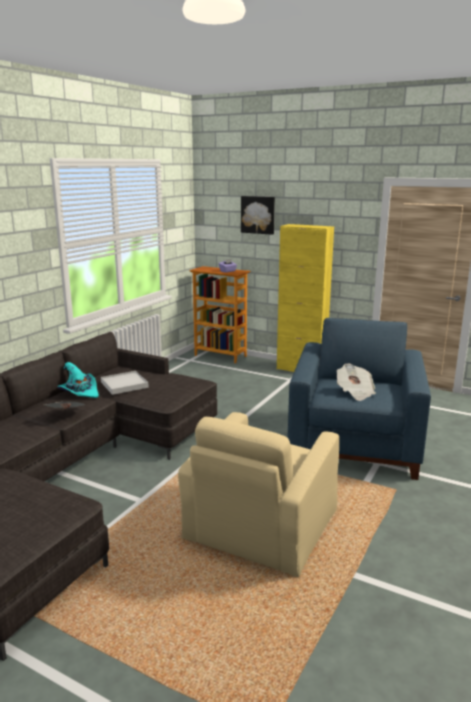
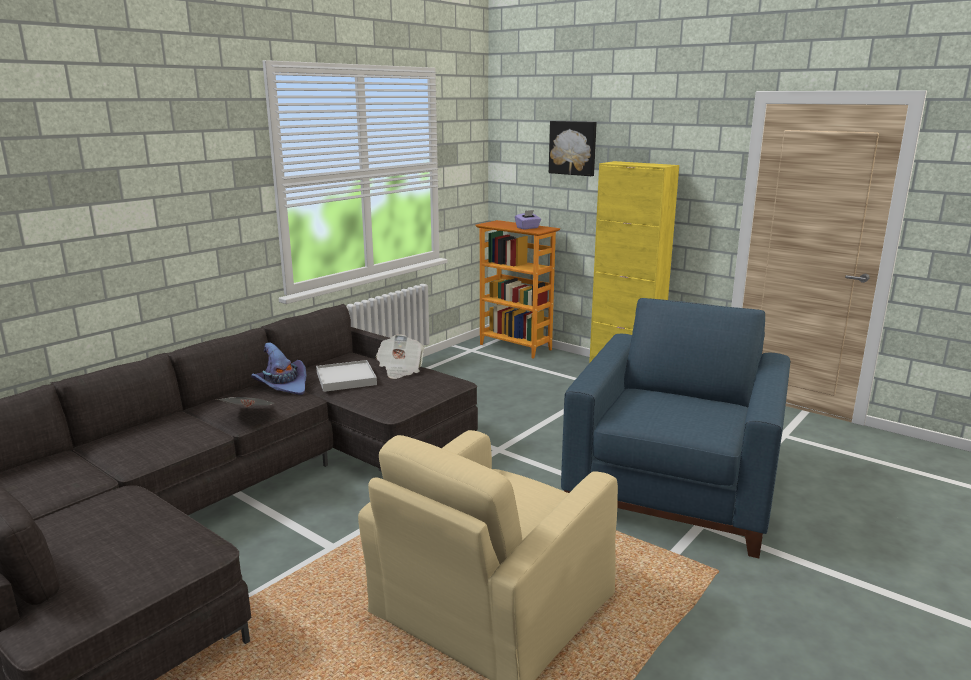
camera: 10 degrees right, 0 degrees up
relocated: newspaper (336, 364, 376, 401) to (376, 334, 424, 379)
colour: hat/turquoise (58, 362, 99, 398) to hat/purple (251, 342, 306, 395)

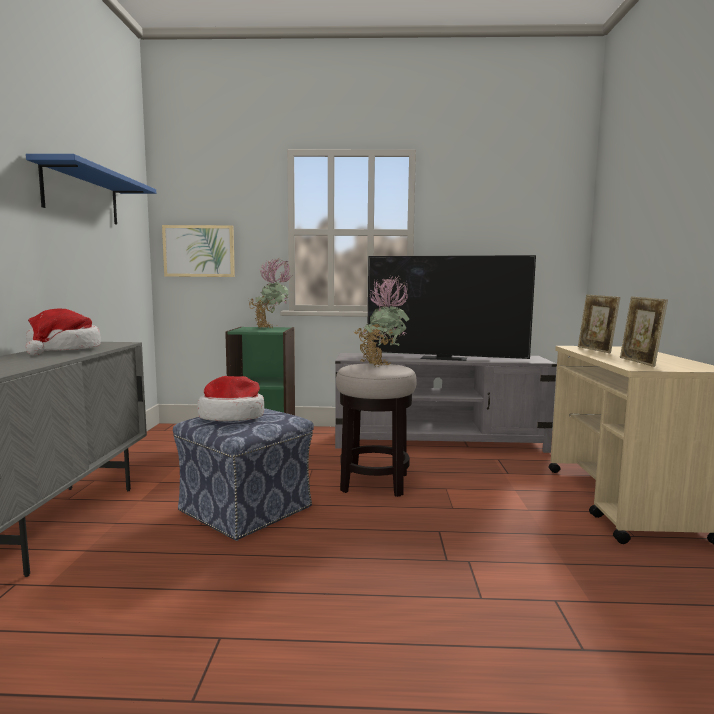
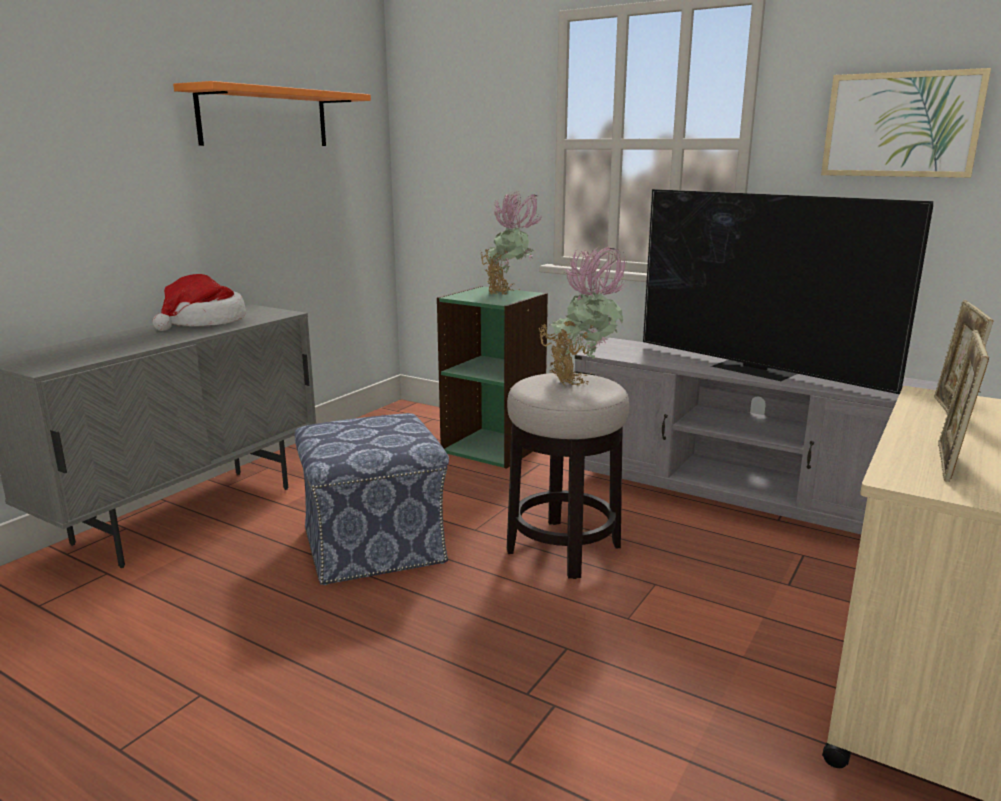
camera: 30 degrees right, 10 degrees up
missing: hat (197, 376, 264, 421)
relocated: picture (162, 225, 235, 277) to (821, 68, 991, 178)
colour: shelf/blue (26, 154, 156, 224) to shelf/orange (173, 81, 371, 146)

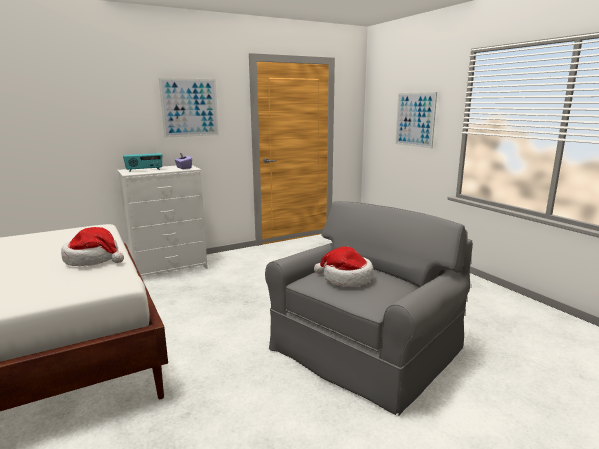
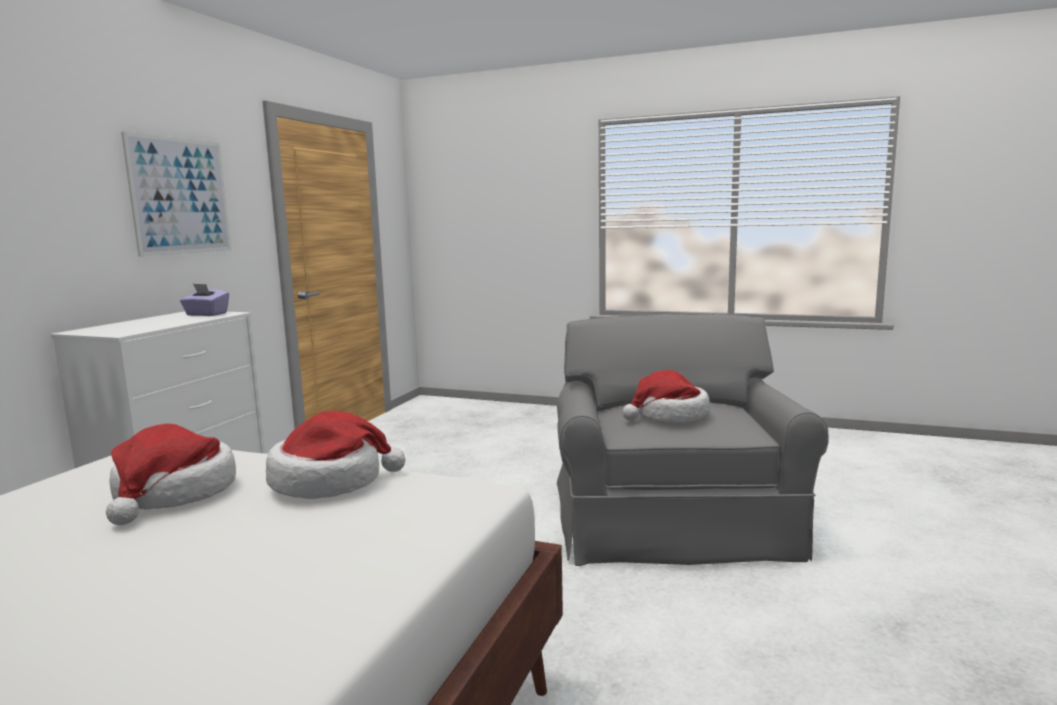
camera: 40 degrees left, 5 degrees down
missing: radio (123, 153, 162, 172); picture (395, 92, 437, 148)
appeared: hat (106, 424, 236, 525)

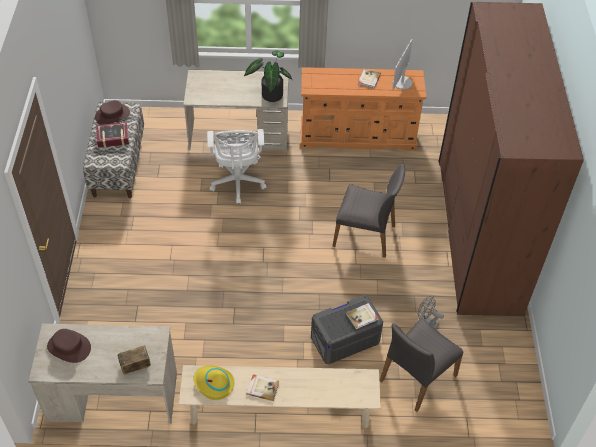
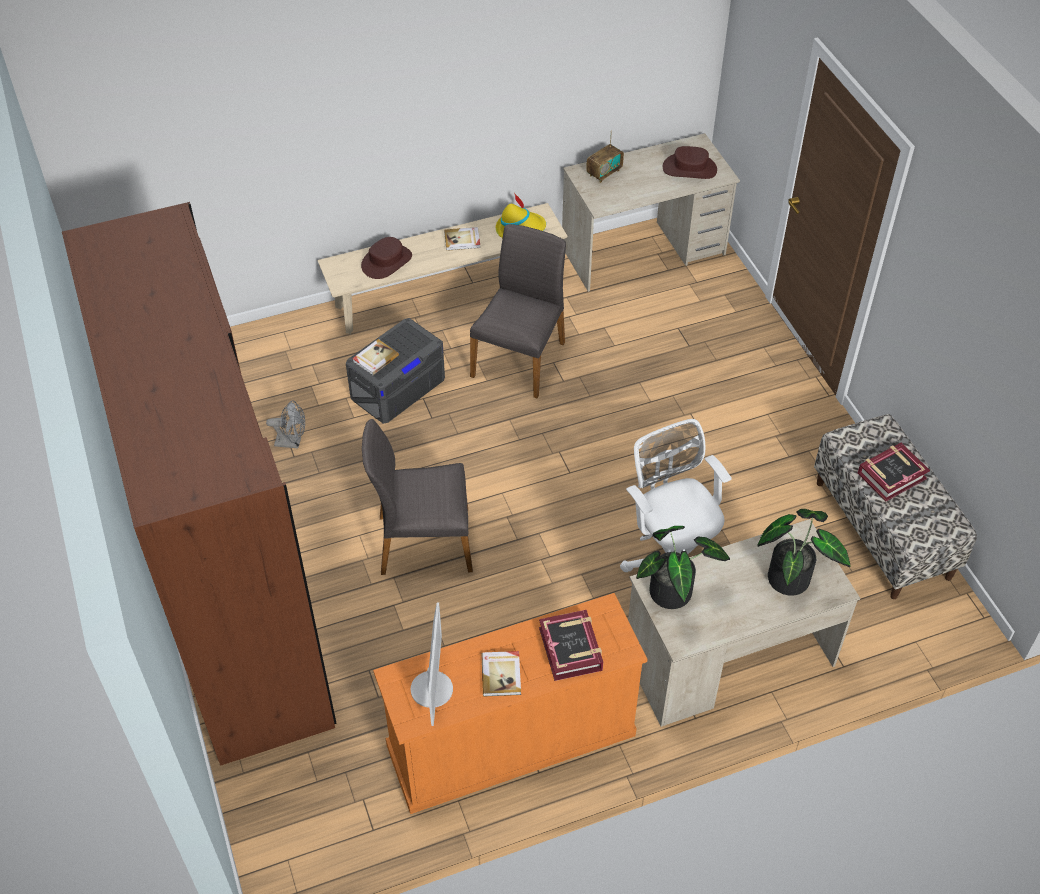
camera: 160 degrees right, 0 degrees up
appeared: book (539, 610, 603, 681); potted plant (758, 509, 851, 596)
relocated: hat/brown (95, 100, 130, 125) to (361, 237, 412, 279); chair/grey (380, 318, 463, 412) to (470, 224, 566, 398)

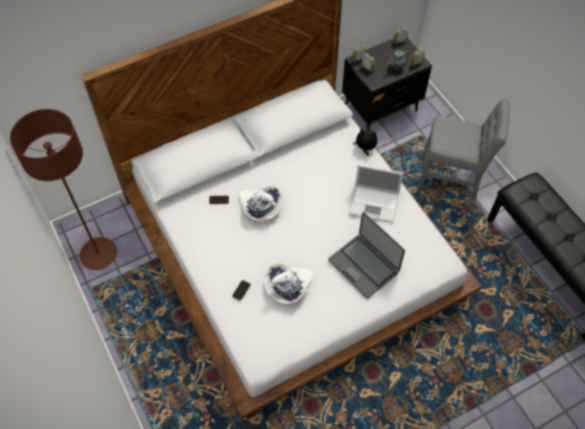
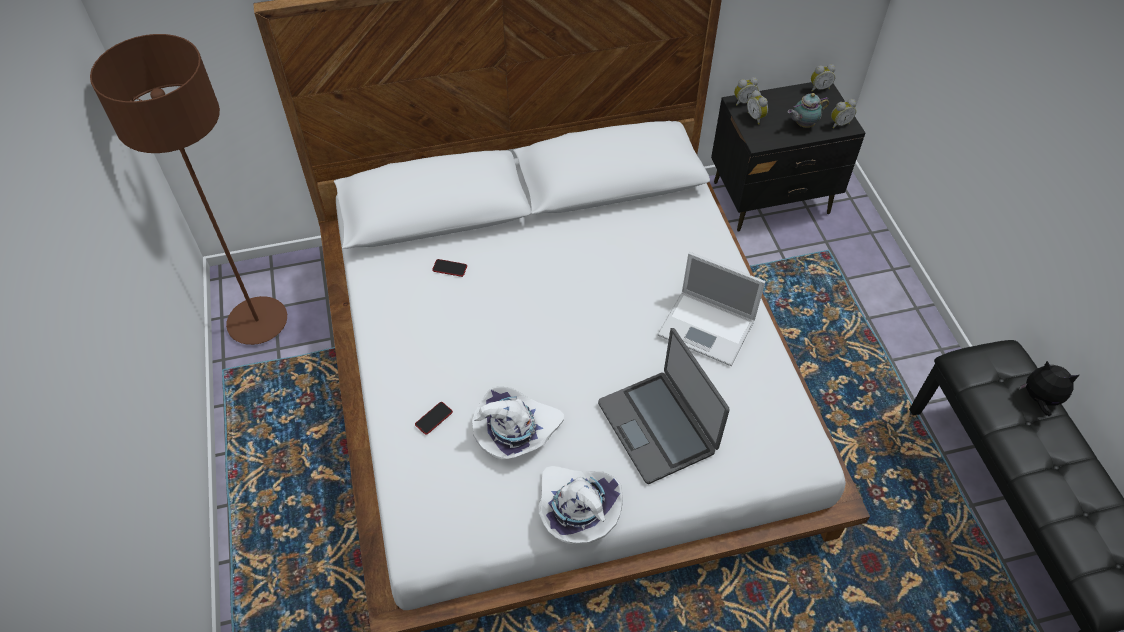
camera: 15 degrees right, 5 degrees down
missing: chair/grey (417, 98, 510, 201)
relocated: hat/white (239, 186, 282, 222) to (539, 466, 623, 545); plush toy (353, 128, 377, 156) to (1019, 361, 1079, 416)

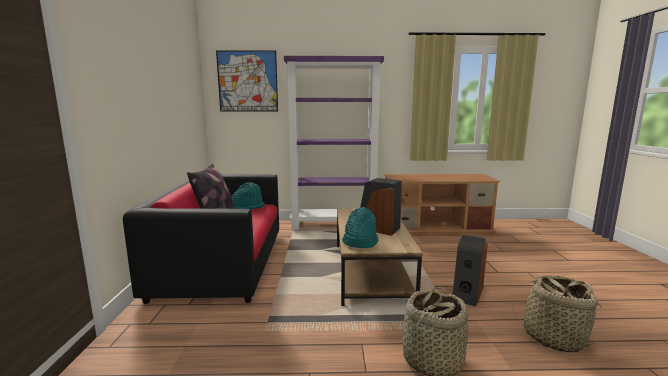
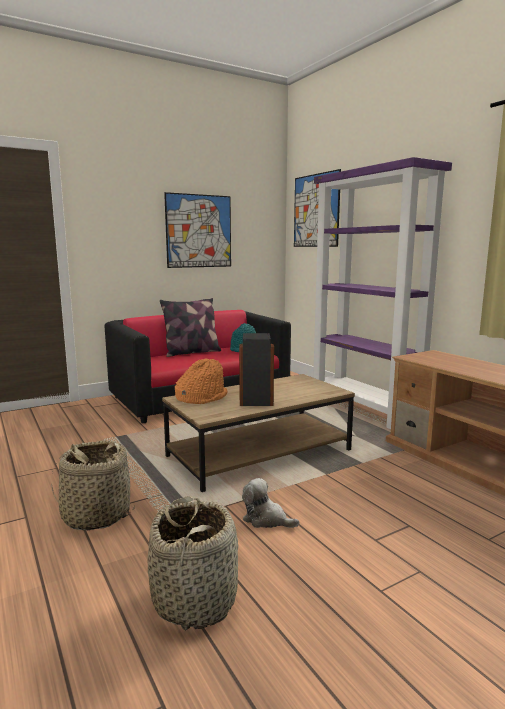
camera: 60 degrees right, 0 degrees up
appeared: picture (164, 192, 231, 268)
exchanged: speaker (452, 235, 488, 307) to plush toy (242, 478, 299, 528)
colour: hat/turquoise (342, 207, 378, 248) to hat/orange (175, 359, 228, 404)

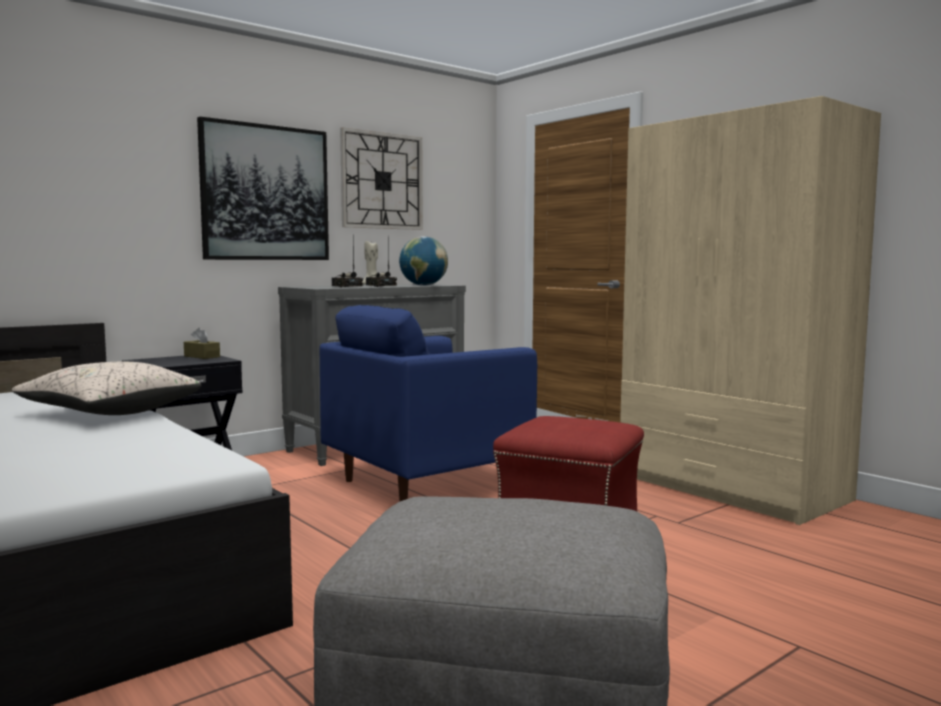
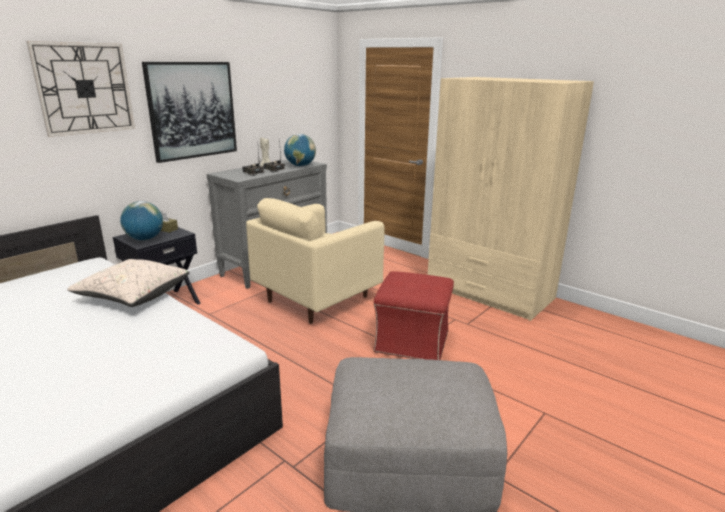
camera: 10 degrees left, 15 degrees up
appeared: globe (120, 201, 163, 240)
relocated: wall clock (340, 127, 423, 230) to (26, 41, 135, 137)
colour: armchair/blue (320, 305, 537, 501) to armchair/beige (246, 198, 385, 324)

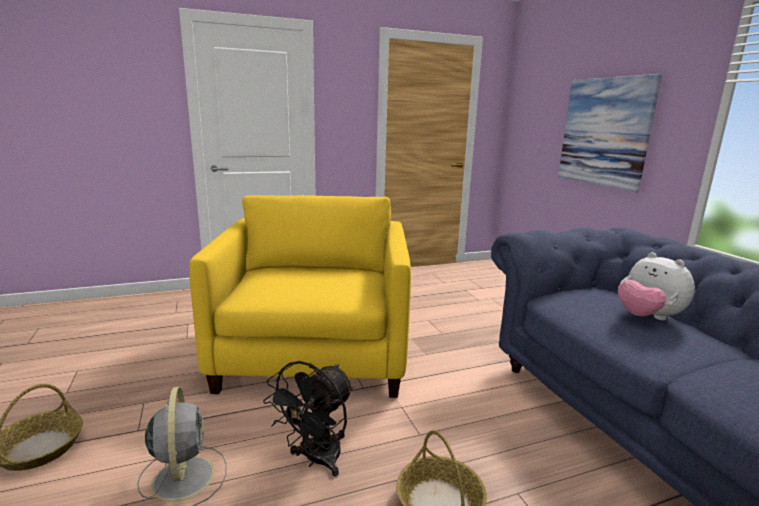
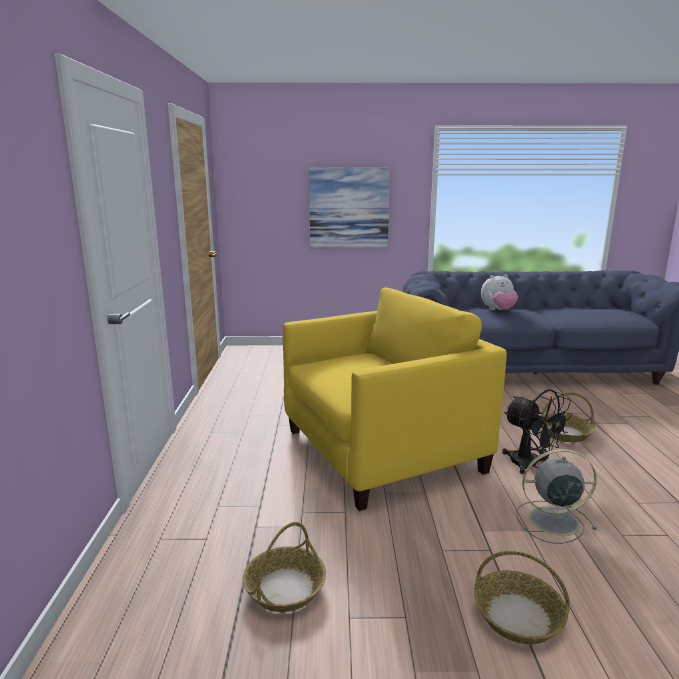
camera: 70 degrees left, 0 degrees up
appeared: basket (243, 522, 326, 612)
spun: armchair/yellow (189, 195, 411, 398) = (283, 287, 507, 511) 135 degrees clockwise

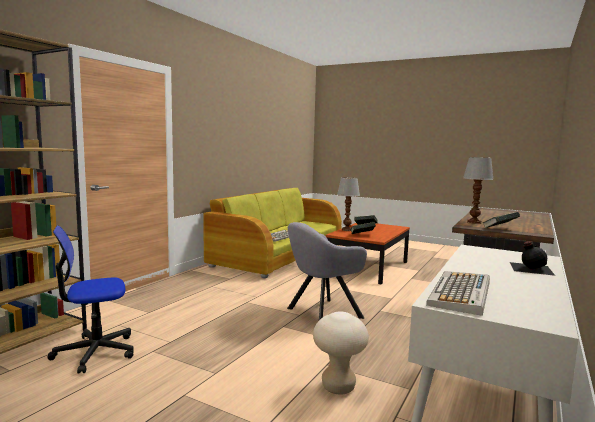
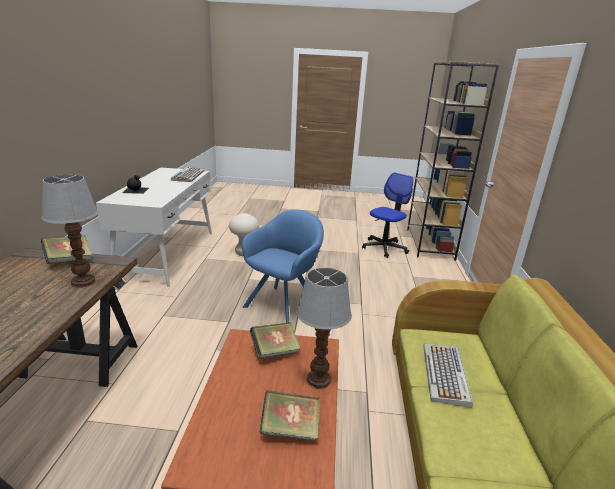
camera: 155 degrees right, 15 degrees up
colour: armchair/grey (287, 222, 367, 320) to armchair/blue (242, 210, 324, 323)

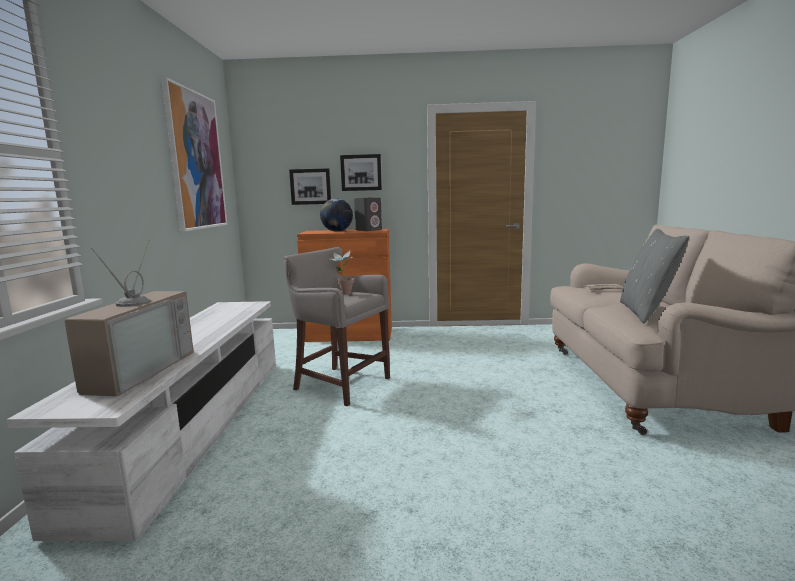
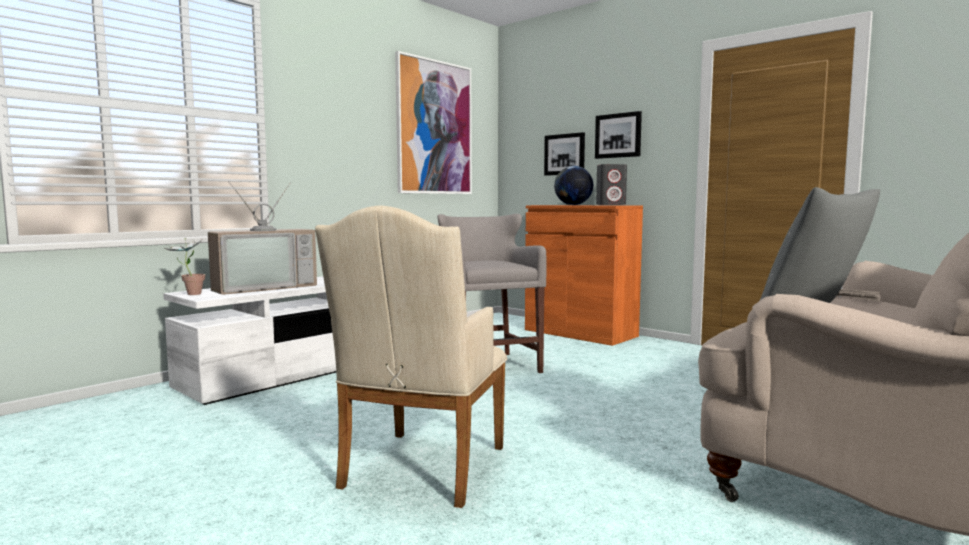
camera: 40 degrees right, 5 degrees down
appeared: armchair/beige (315, 205, 508, 508)
relocated: potted plant (328, 250, 354, 295) to (165, 238, 206, 295)

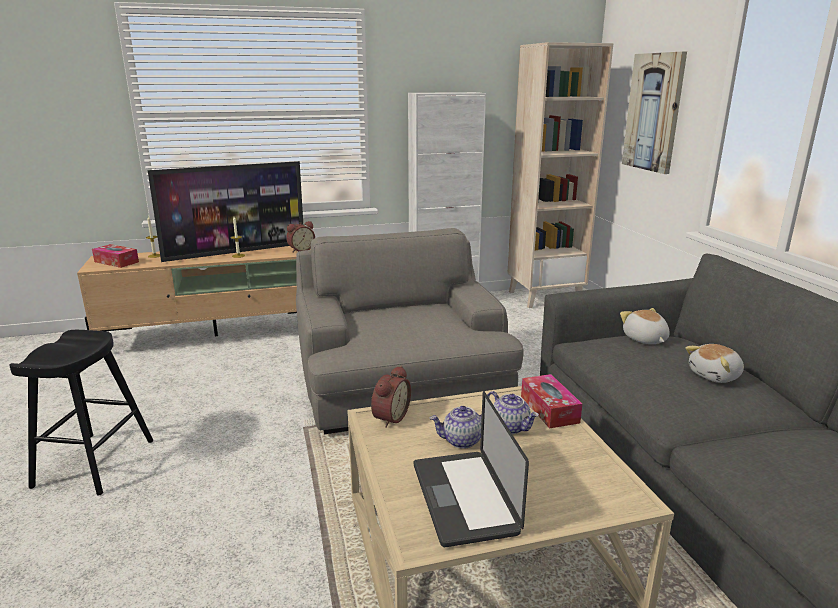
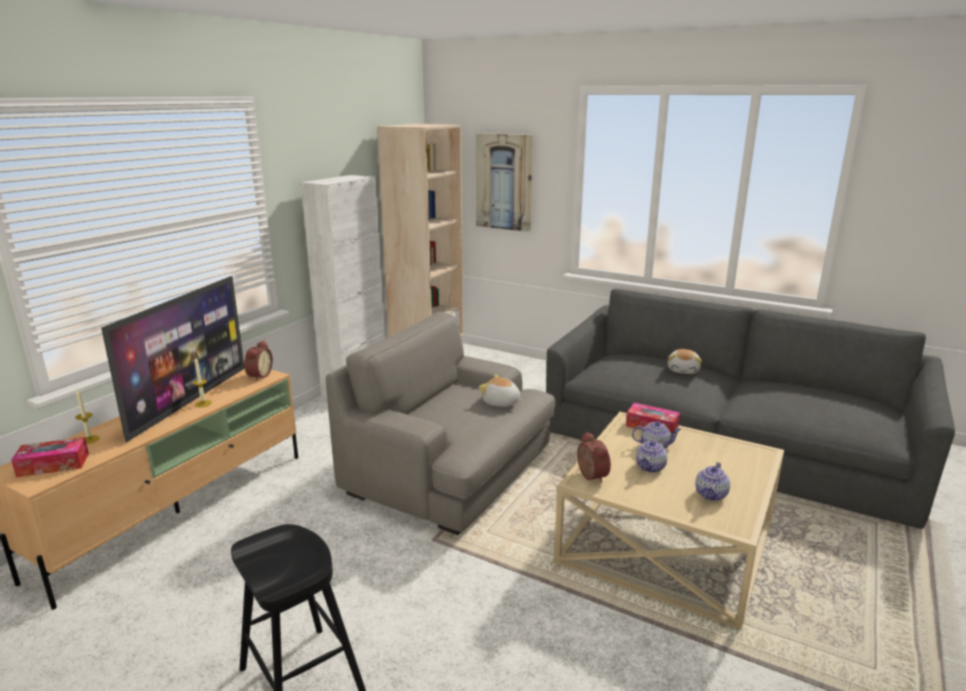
camera: 45 degrees left, 0 degrees up
relocated: plush toy (620, 308, 670, 344) to (479, 375, 523, 407)
exchanged: laptop (414, 391, 529, 547) to teapot (695, 462, 730, 501)

